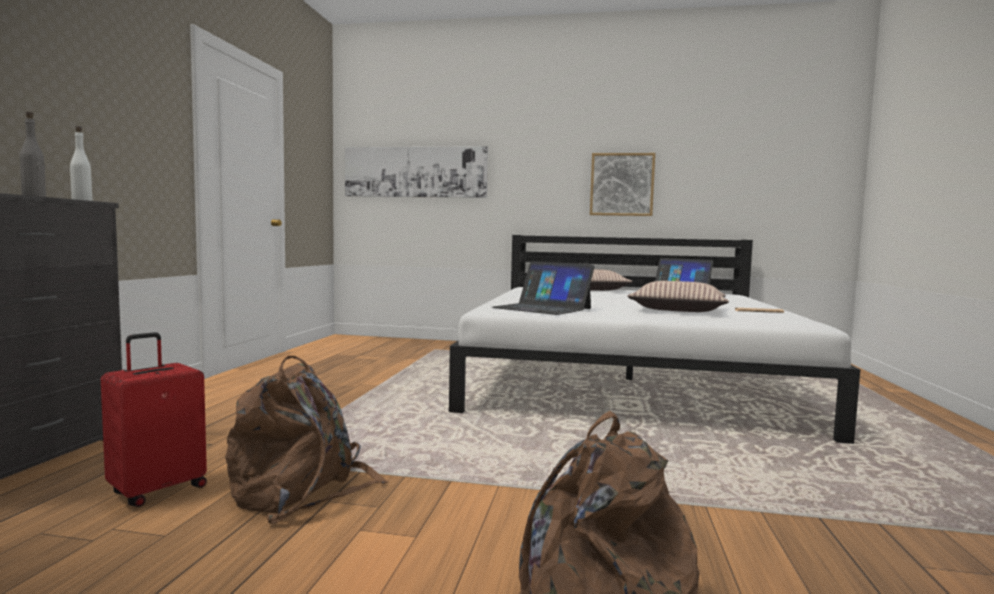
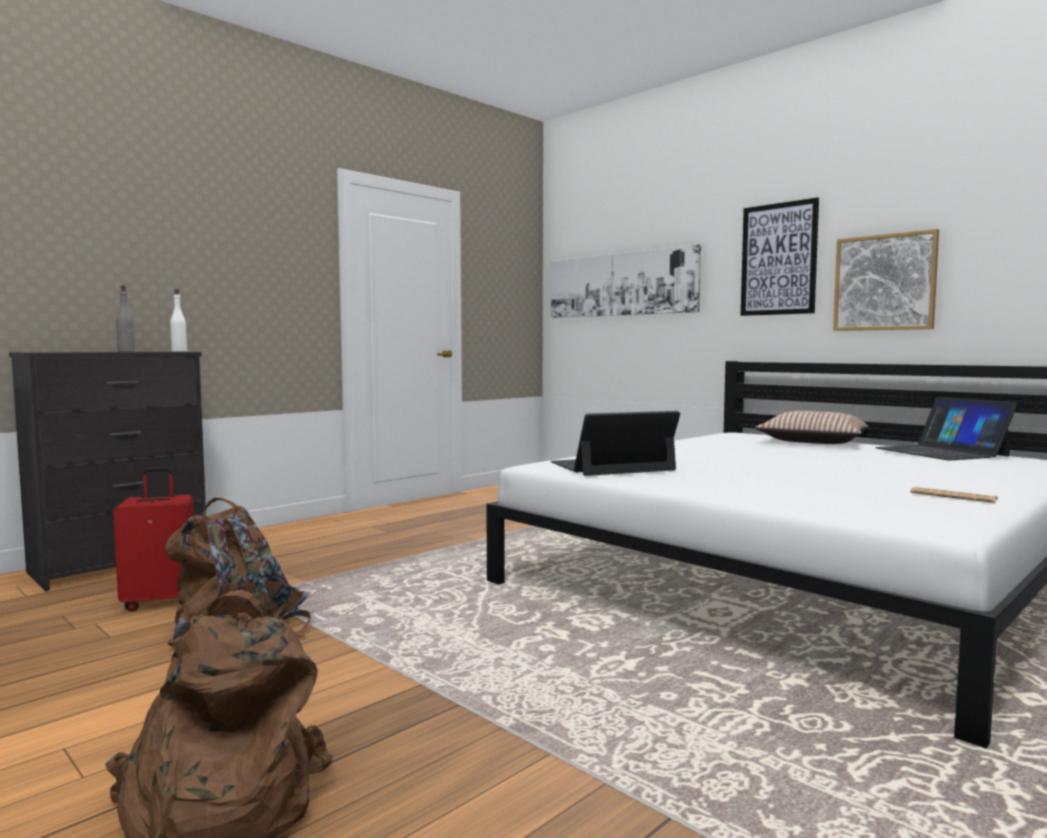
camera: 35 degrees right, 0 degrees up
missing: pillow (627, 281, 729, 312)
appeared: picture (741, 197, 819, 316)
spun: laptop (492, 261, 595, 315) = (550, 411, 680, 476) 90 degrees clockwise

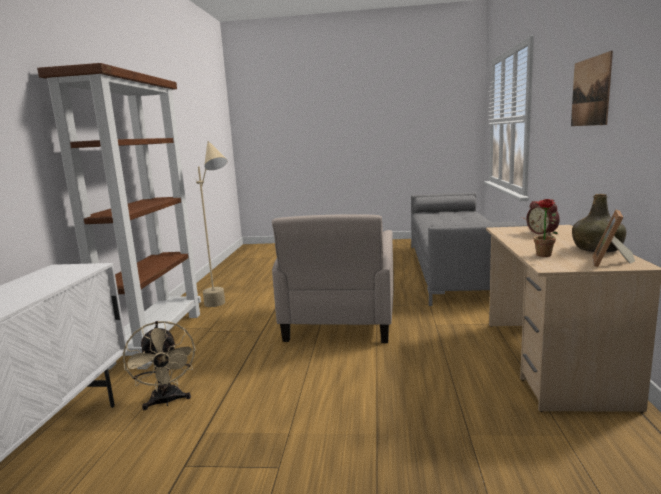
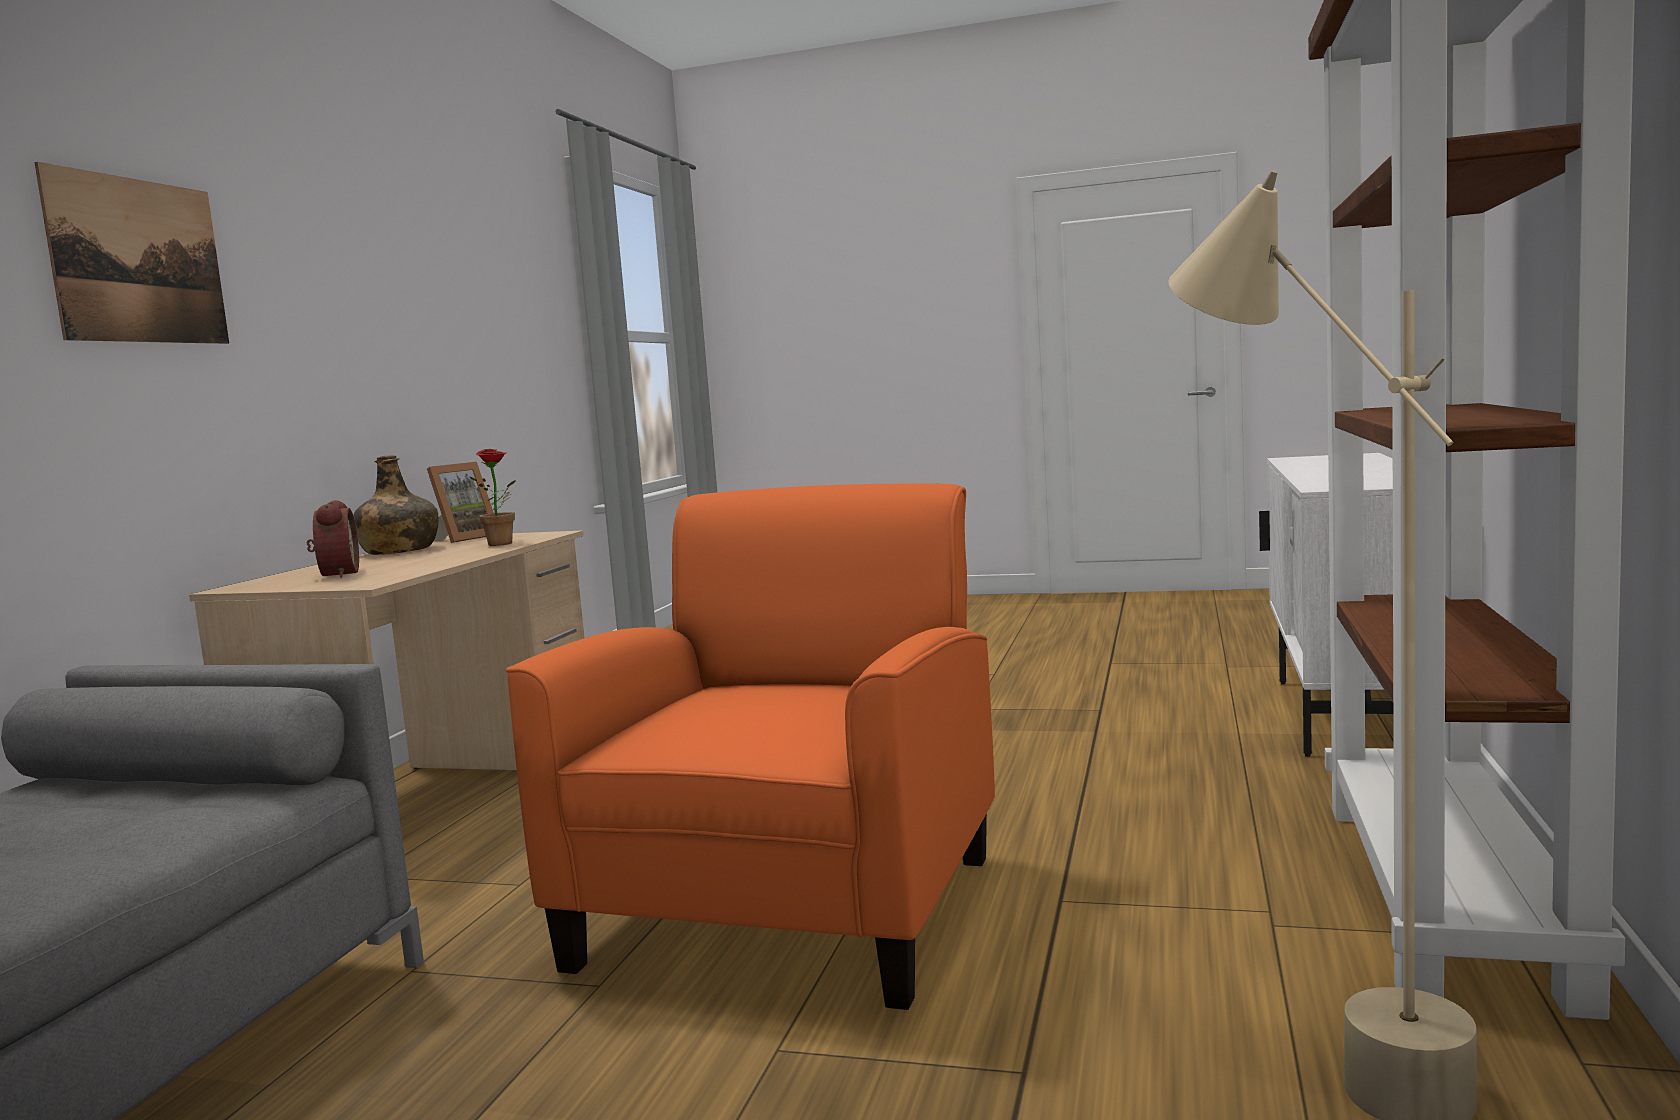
camera: 170 degrees left, 5 degrees down
missing: fan/beige (123, 321, 196, 410)
colour: armchair/beige (272, 214, 394, 343) to armchair/orange (506, 484, 995, 1010)

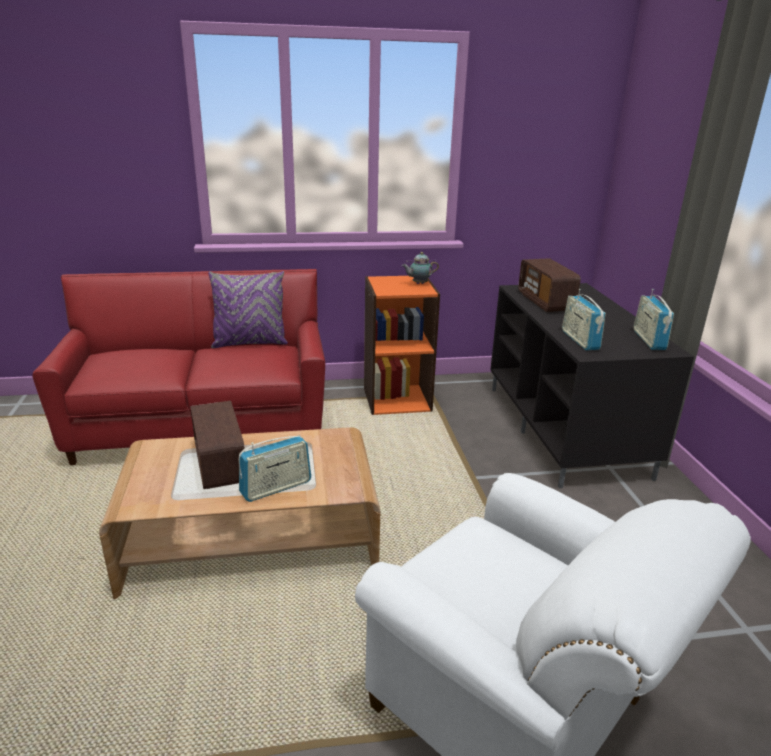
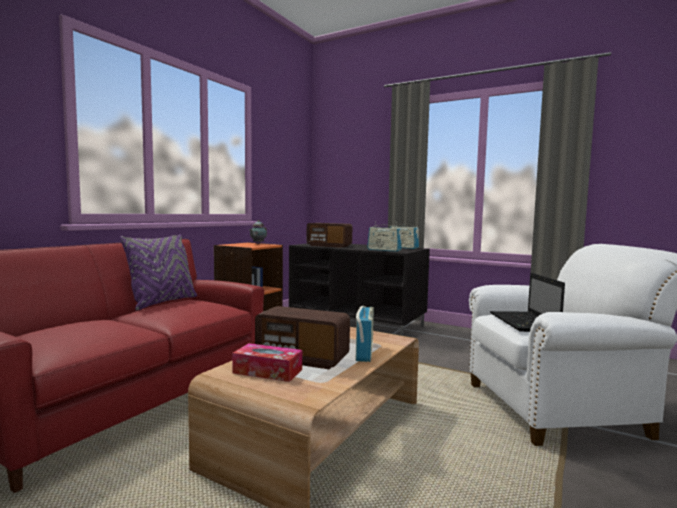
camera: 50 degrees left, 20 degrees down
appeared: tissue box (232, 343, 302, 382); laptop (490, 273, 565, 332)

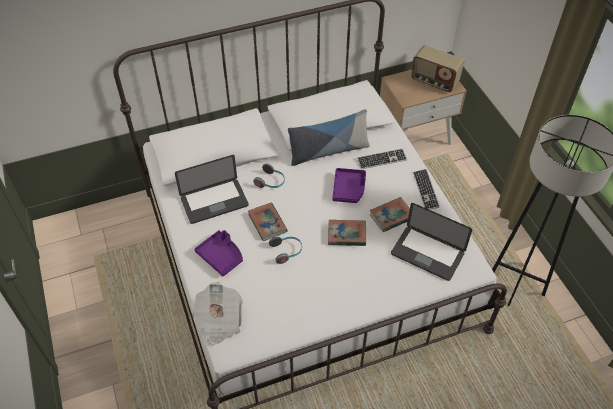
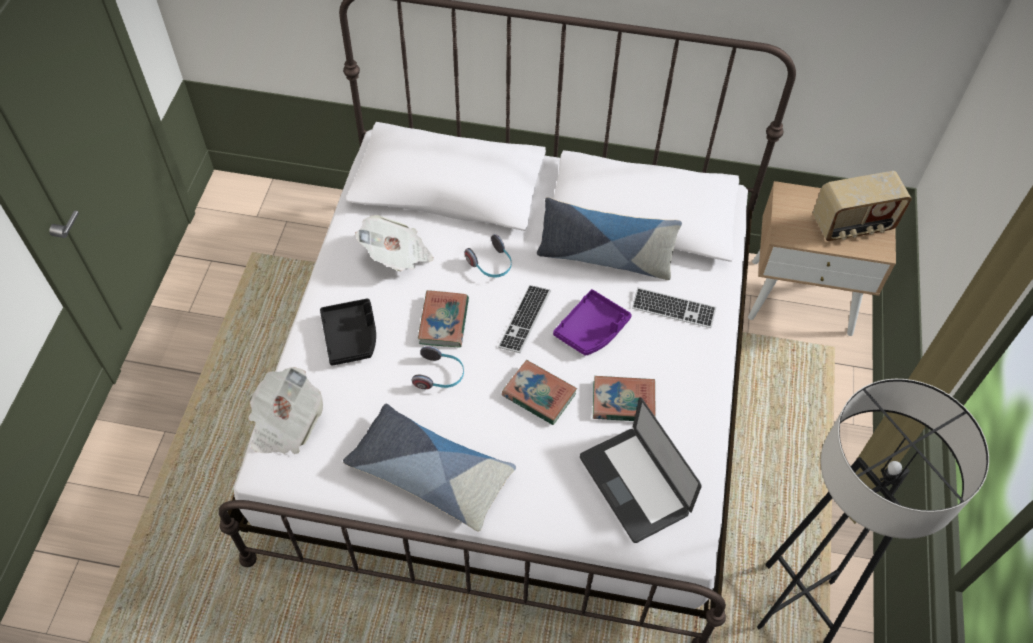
camera: 30 degrees right, 5 degrees up
appeared: pillow (343, 404, 516, 532)
relocated: keyboard (413, 169, 440, 210) to (498, 285, 551, 353)
exchanged: laptop (175, 155, 249, 224) to newspaper (355, 215, 434, 271)
colour: tray/purple (194, 230, 243, 276) to tray/black (320, 298, 376, 366)
spun: radio (411, 45, 464, 92) = (813, 171, 912, 241) 75 degrees counterclockwise

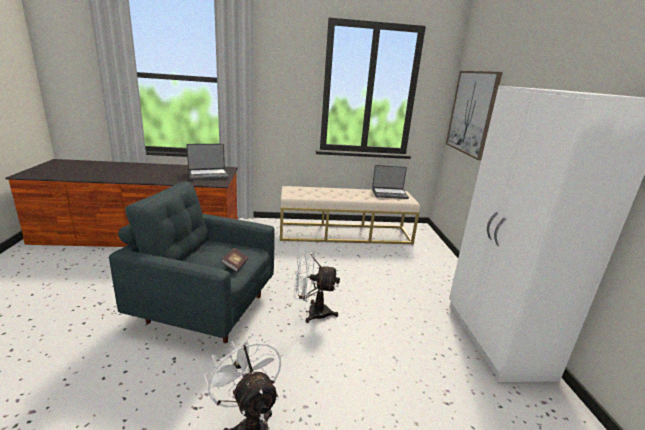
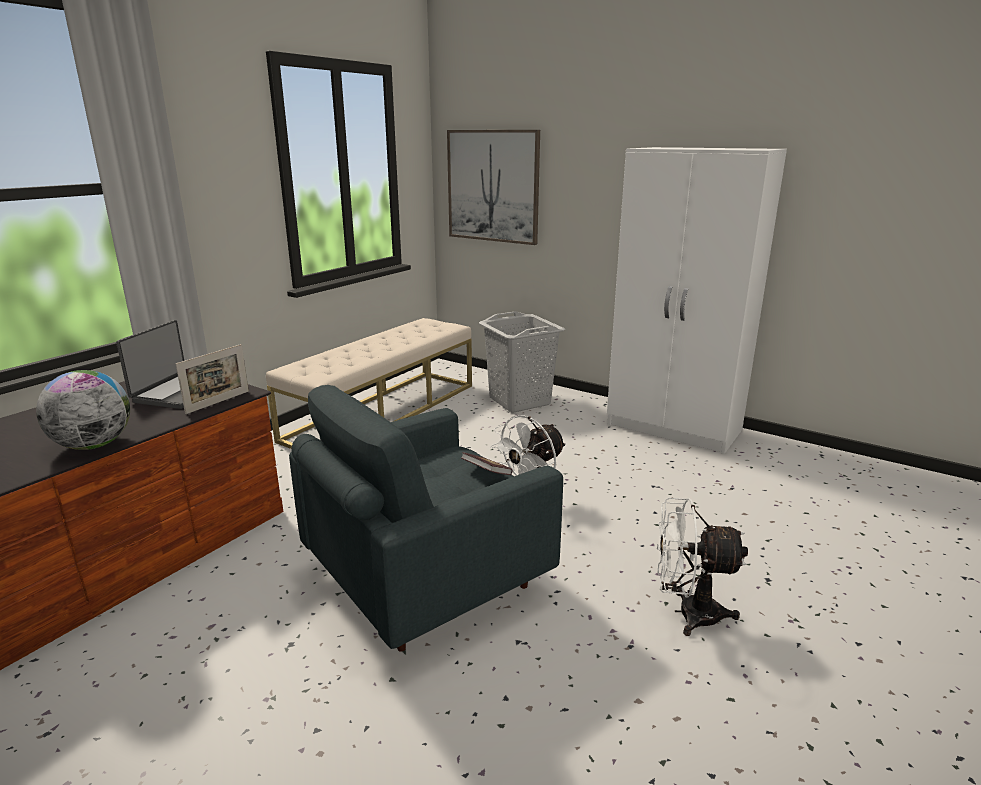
camera: 50 degrees left, 0 degrees up
missing: laptop (372, 165, 409, 199)
appeared: globe (36, 370, 130, 450); picture frame (176, 344, 249, 414); laundry basket/grey (479, 311, 565, 413)

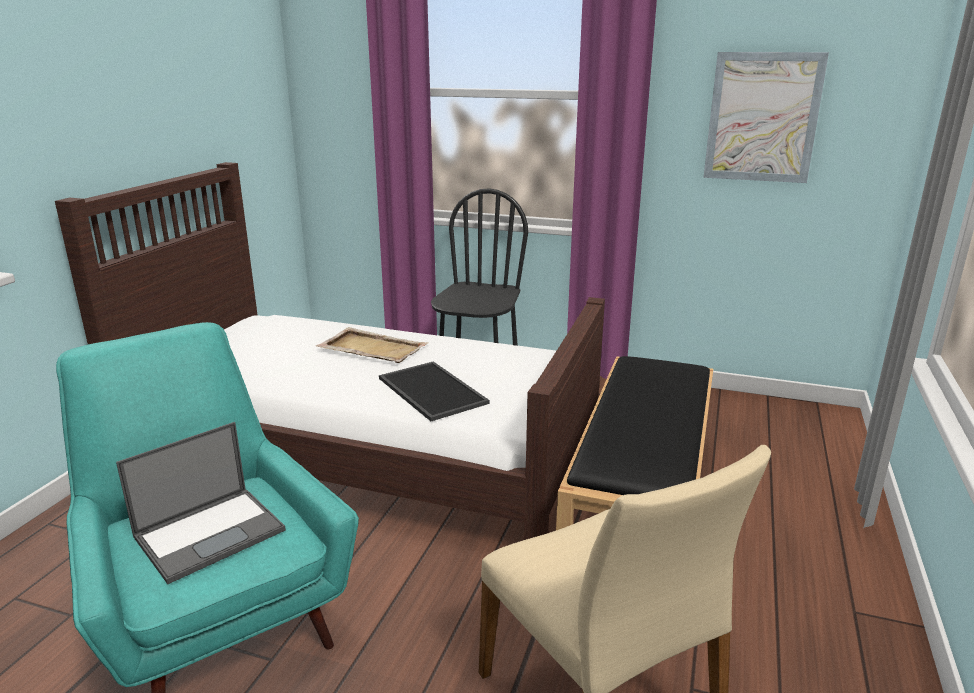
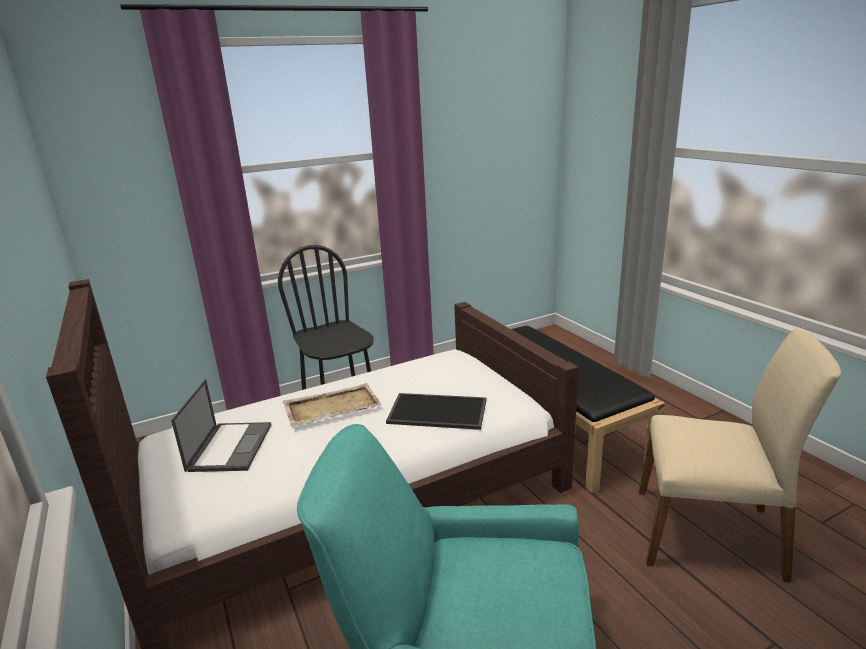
camera: 45 degrees left, 0 degrees up
missing: picture (703, 52, 829, 183)
relocated: laptop (116, 422, 286, 584) to (171, 379, 271, 472)

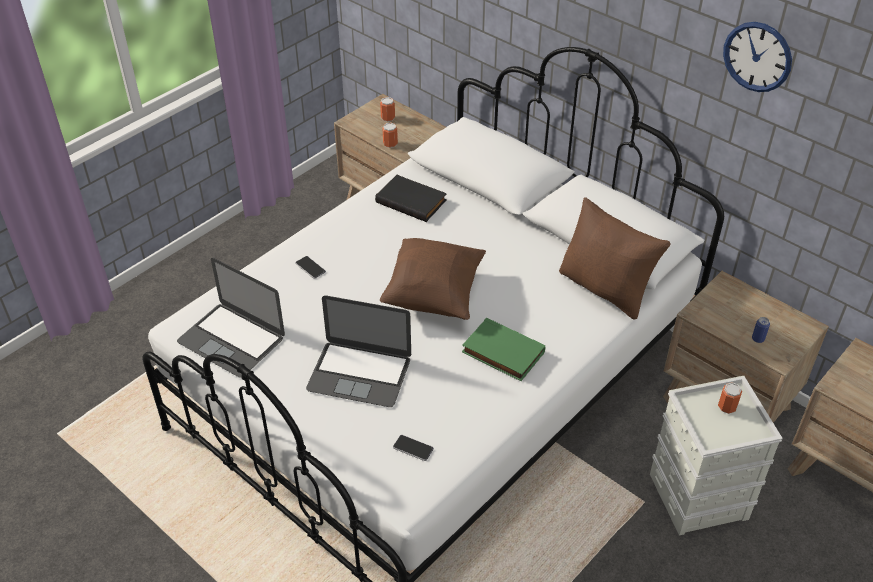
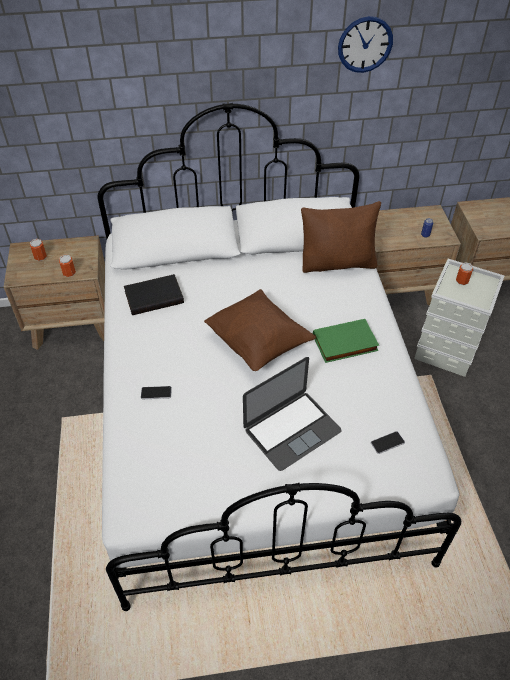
camera: 50 degrees left, 5 degrees up
missing: laptop (177, 258, 285, 378)

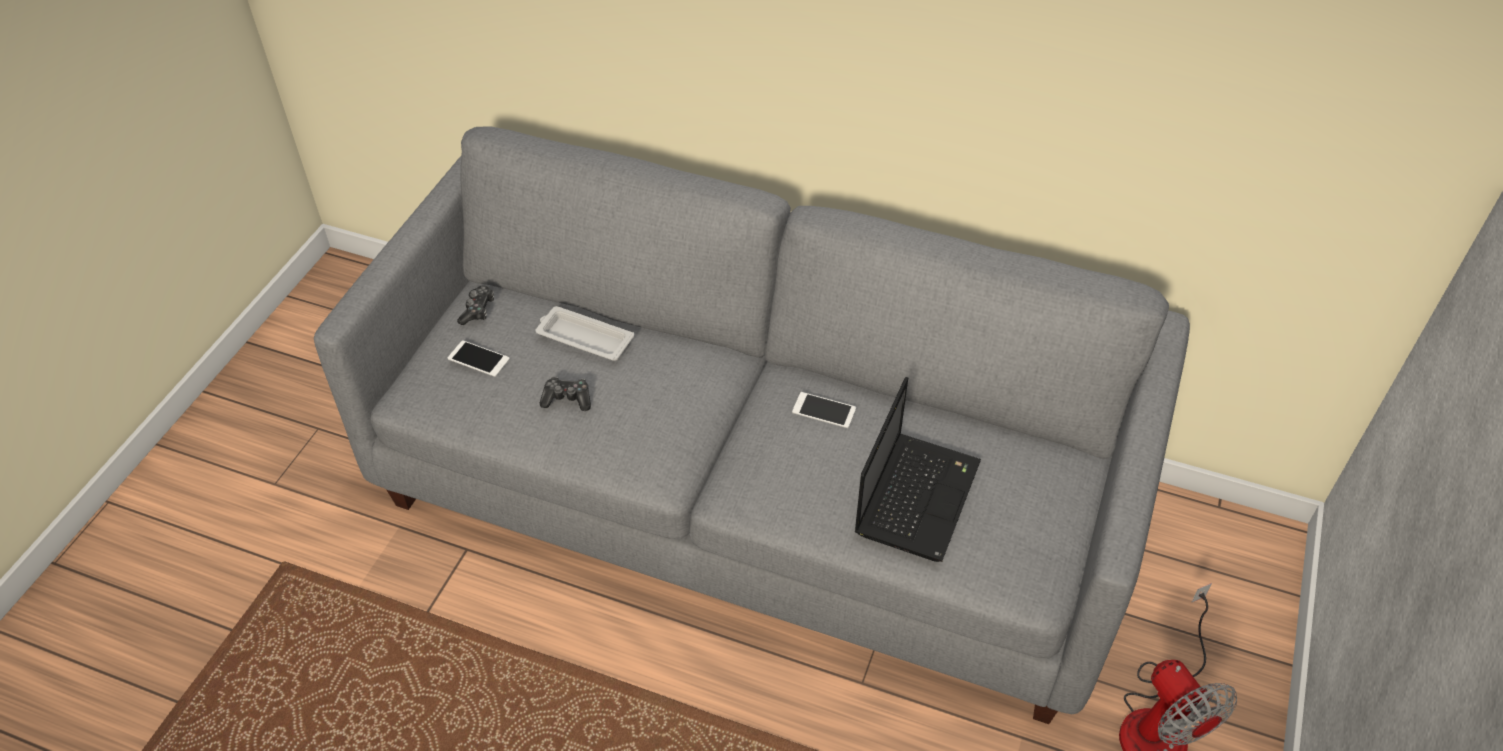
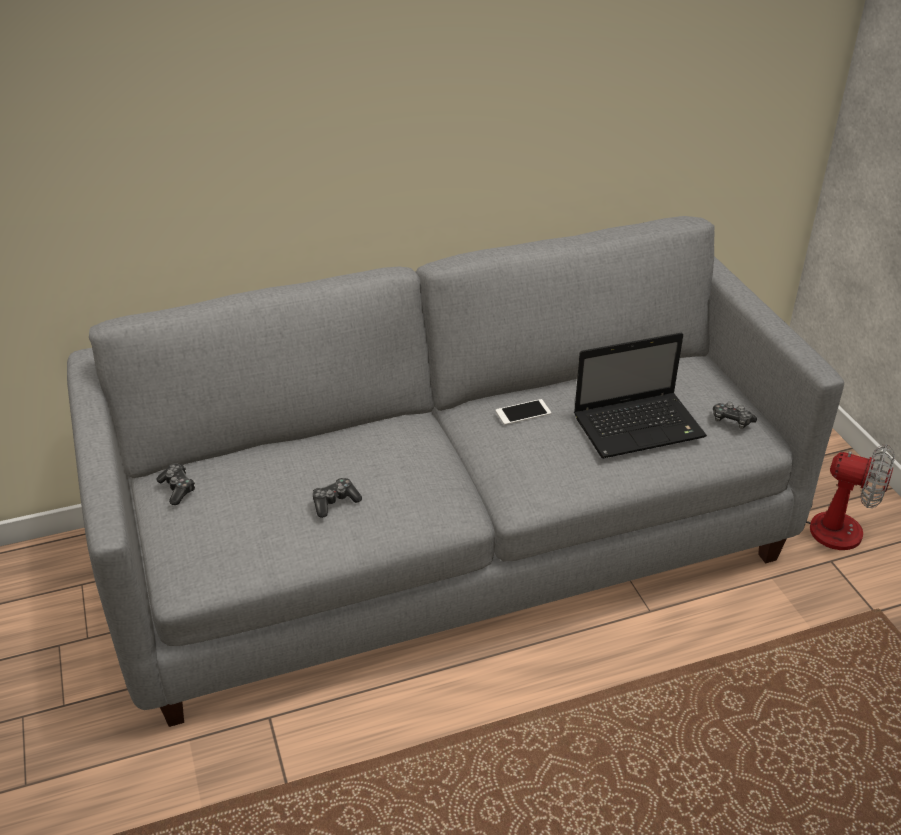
camera: 40 degrees left, 10 degrees down
missing: phone (448, 340, 510, 377); tray/white (536, 306, 635, 361)
appeared: game controller (713, 402, 757, 429)
spun: laptop (855, 377, 981, 562) = (574, 332, 707, 458) 90 degrees clockwise

